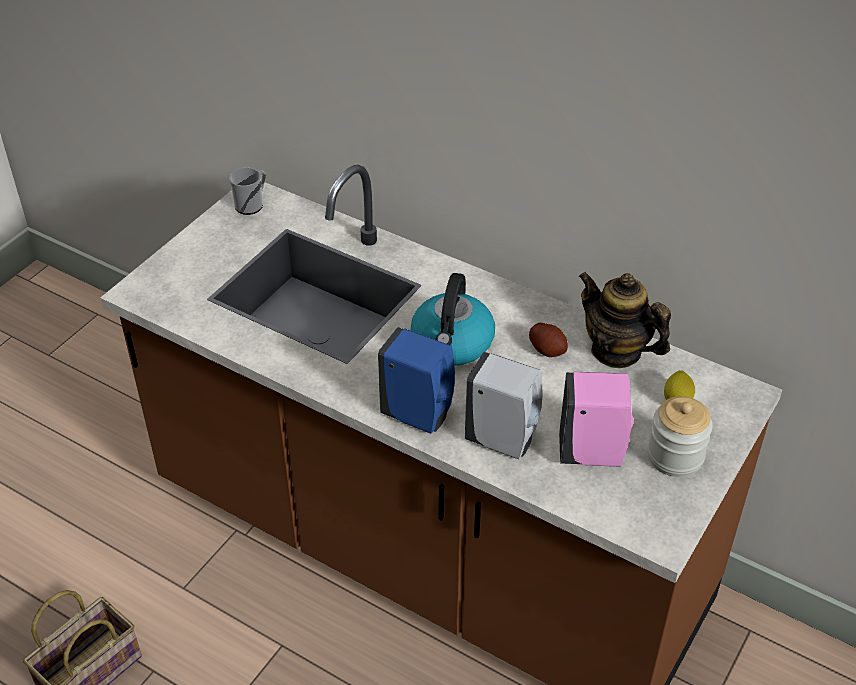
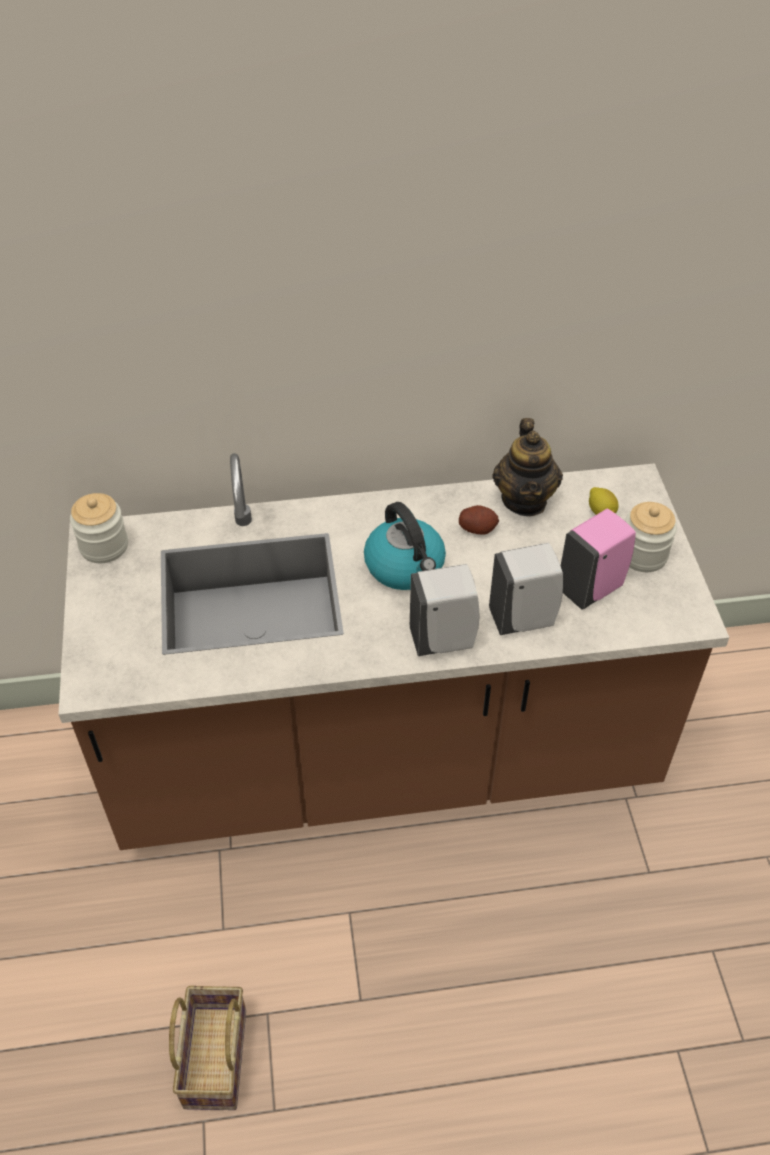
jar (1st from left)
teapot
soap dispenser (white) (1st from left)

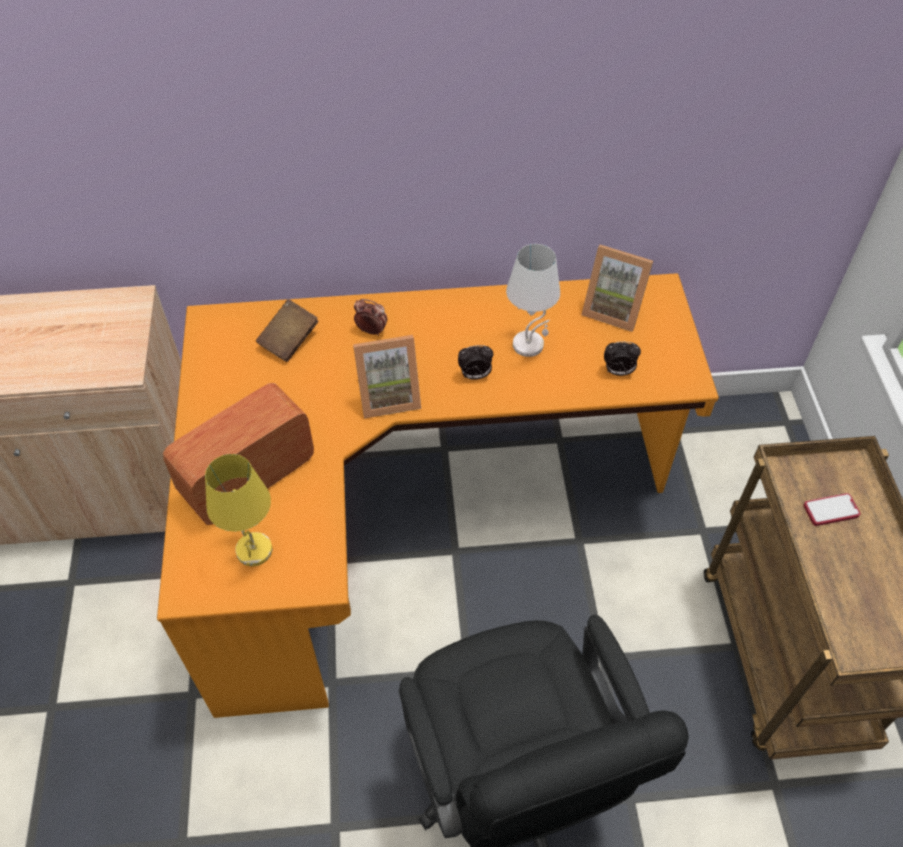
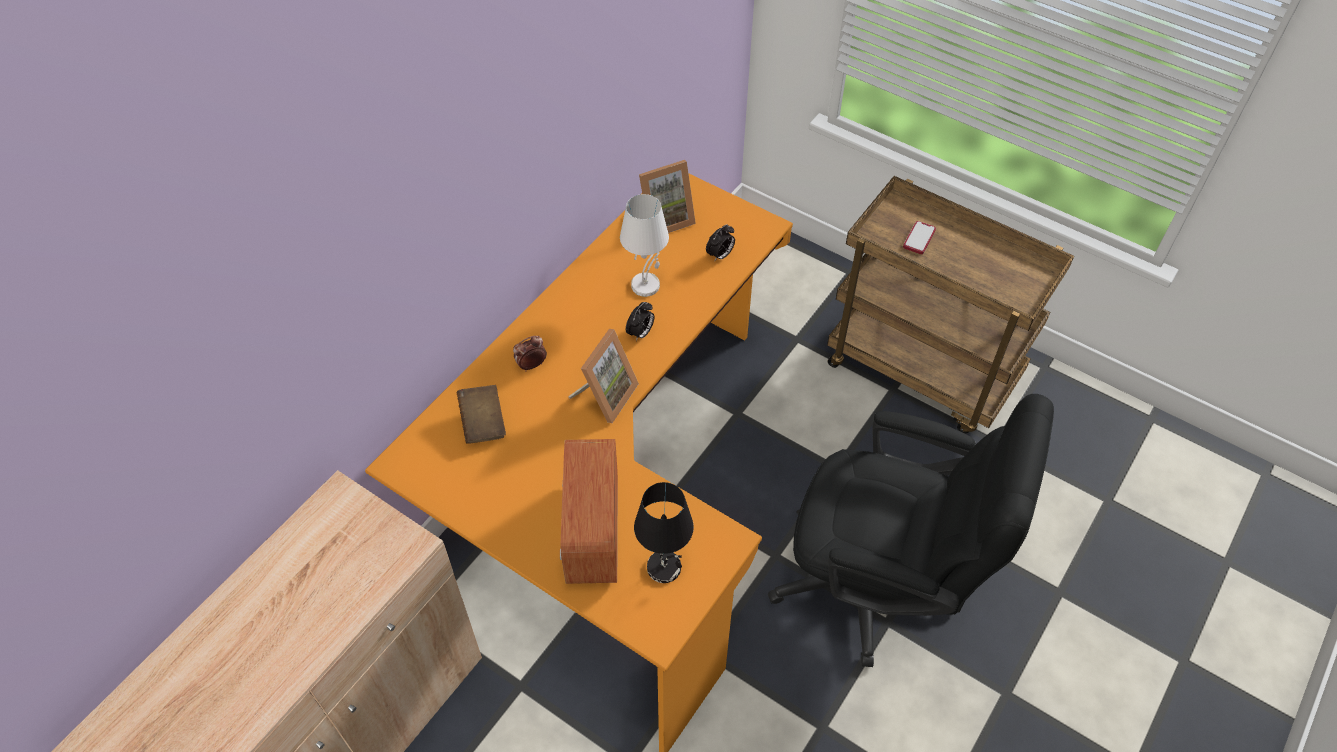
table lamp (black)

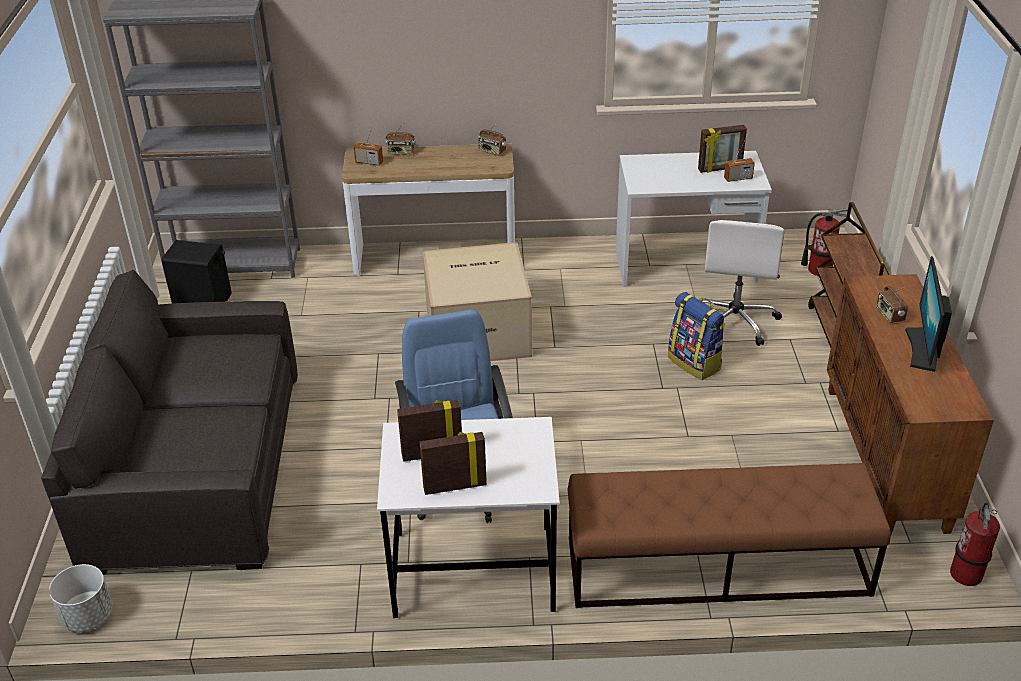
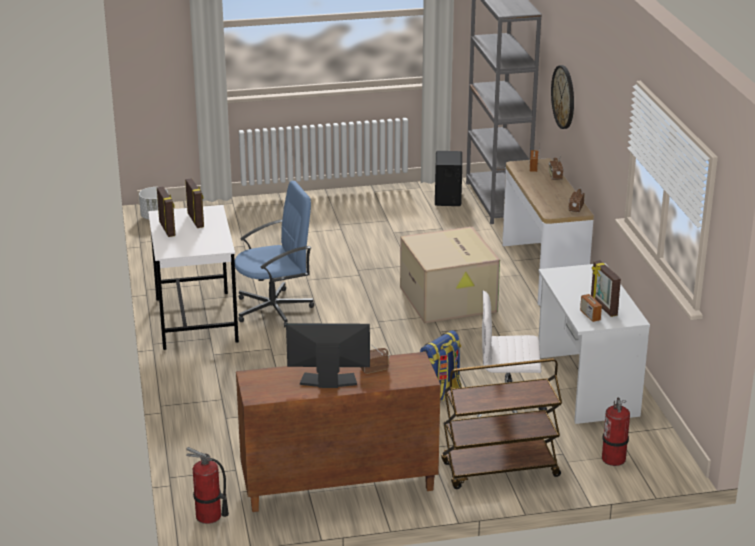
sofa (grey)
bench (brown)
wall clock

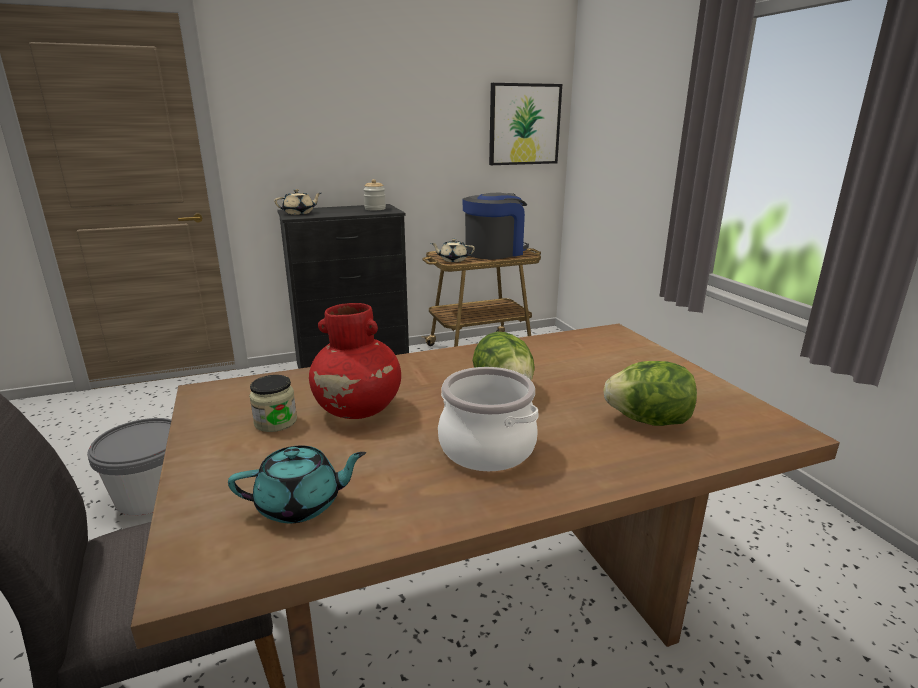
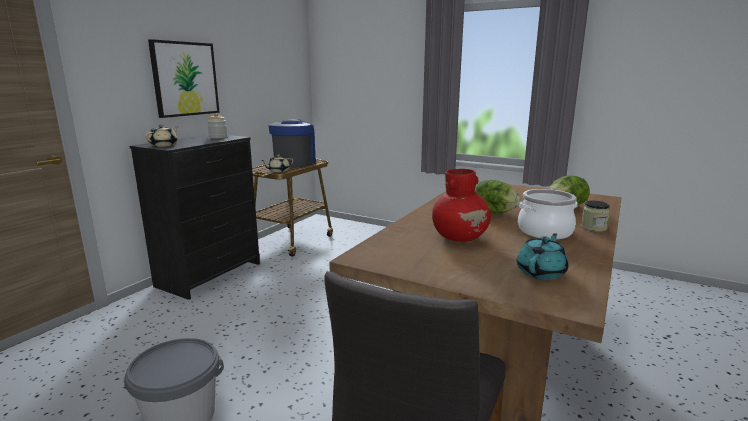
picture
jar (2nd from left)

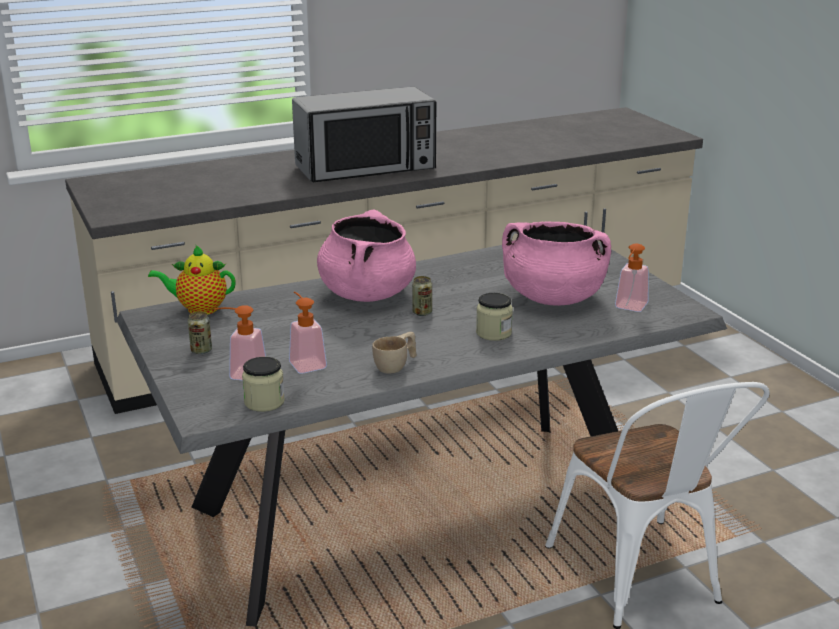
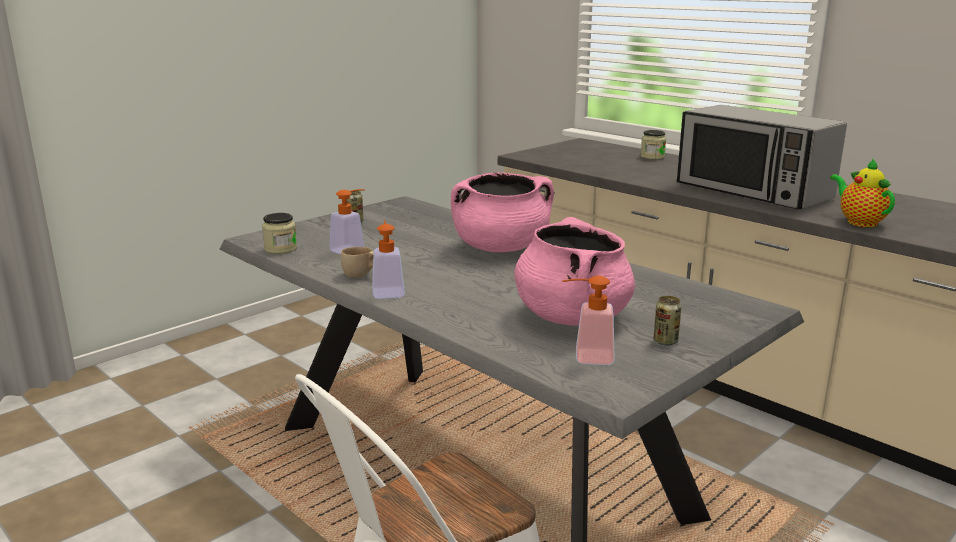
teapot
can (2nd from left)
jar (2nd from left)
soap dispenser (2nd from left)

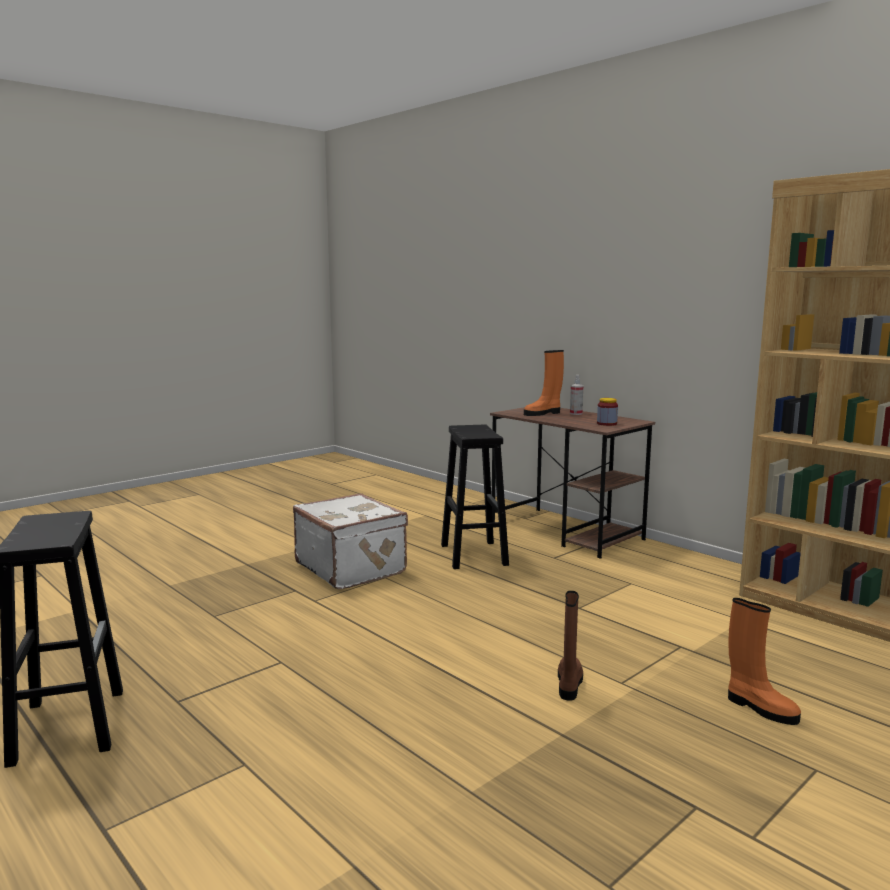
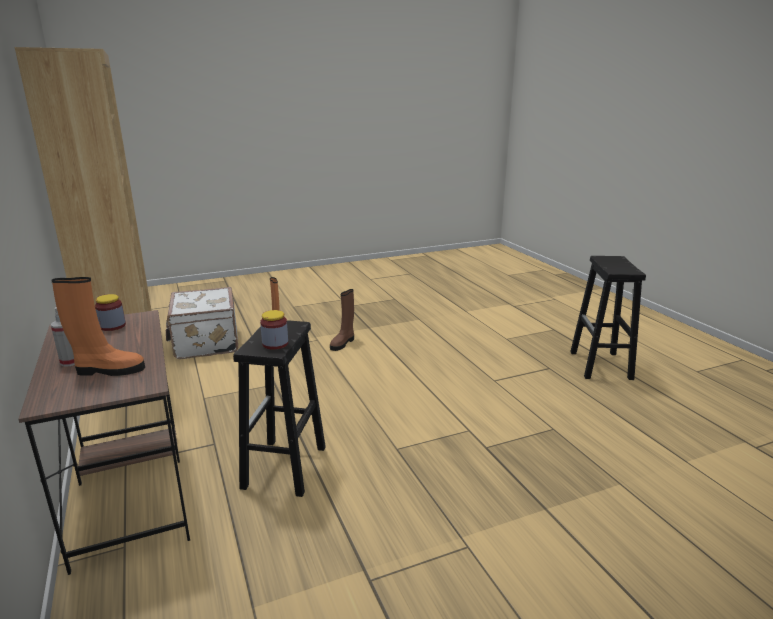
suitcase (white)
jar (2nd from left)

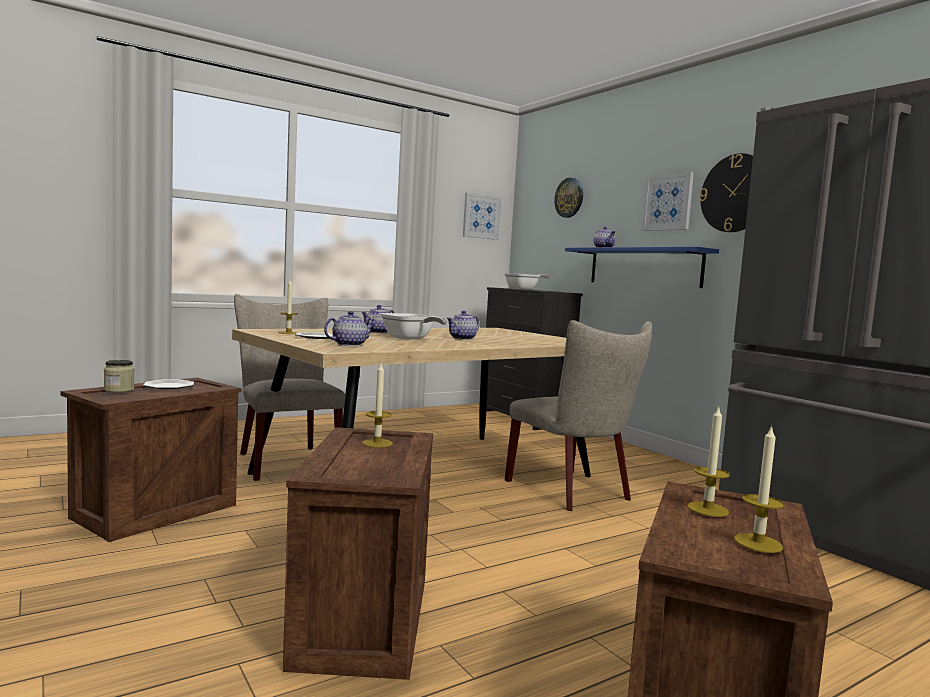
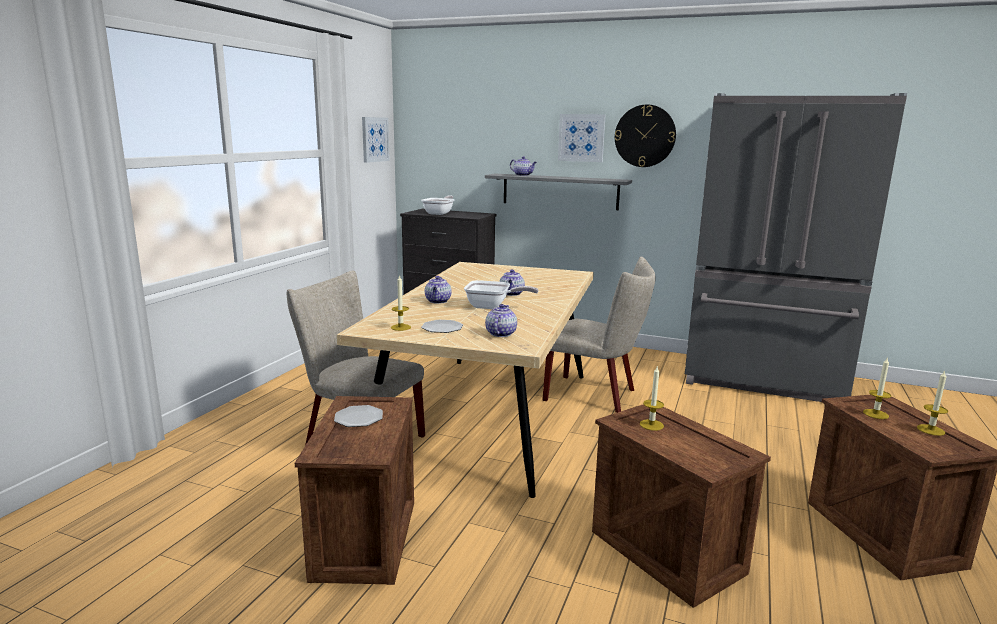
wall clock (1st from left in the first image)
shelf (grey)
jar

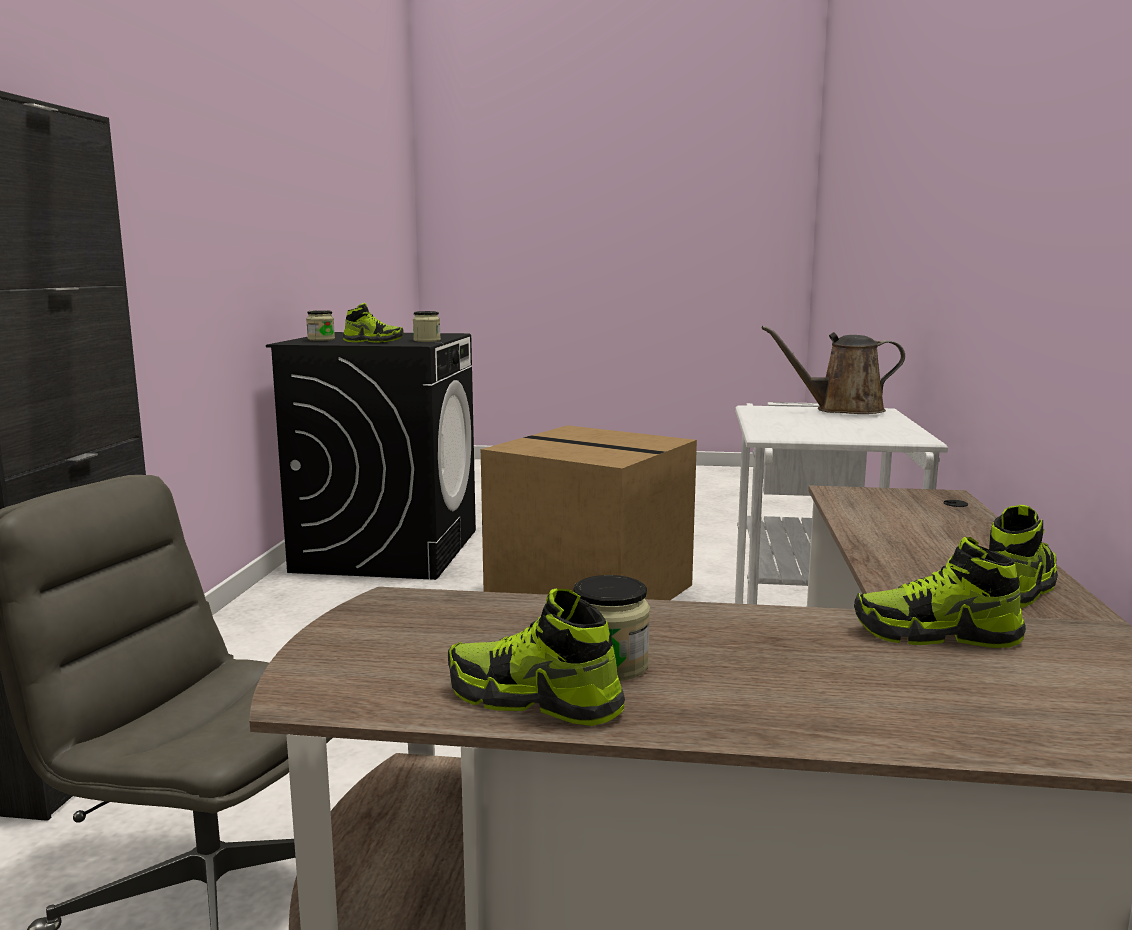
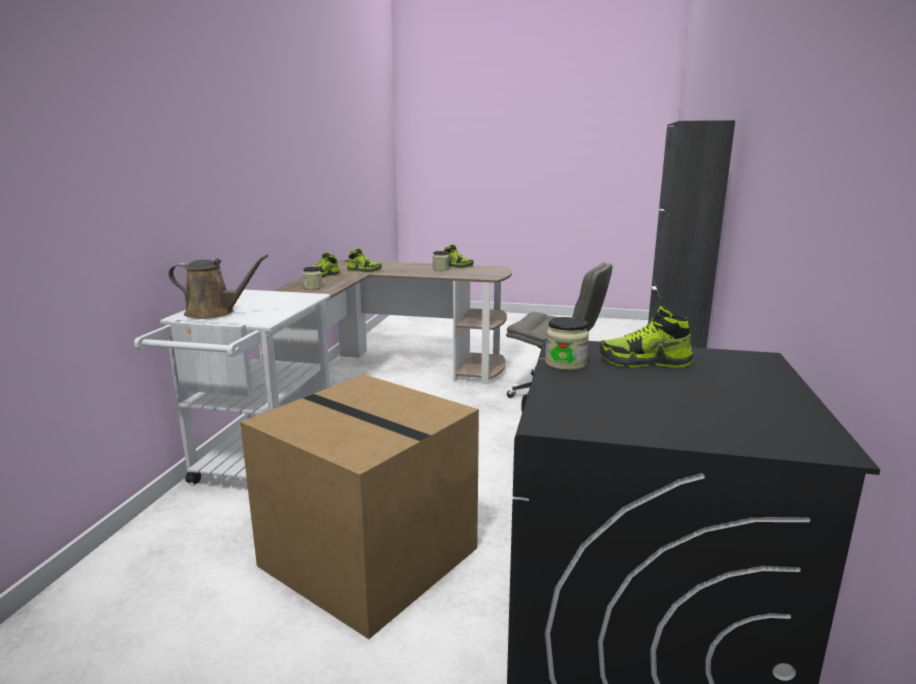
jar (1st from left)

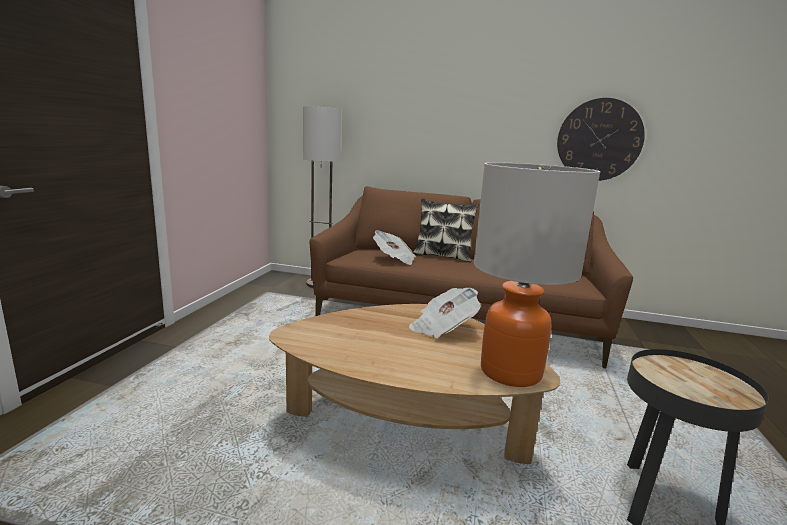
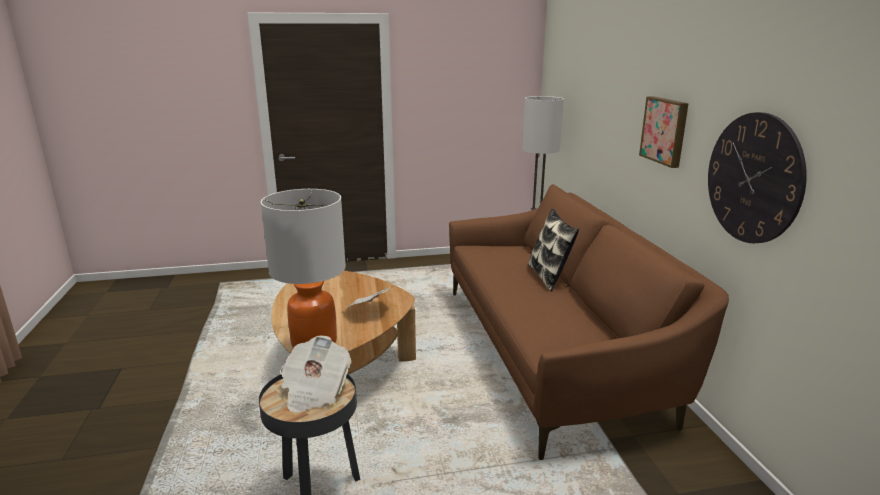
newspaper (1st from left)
picture

